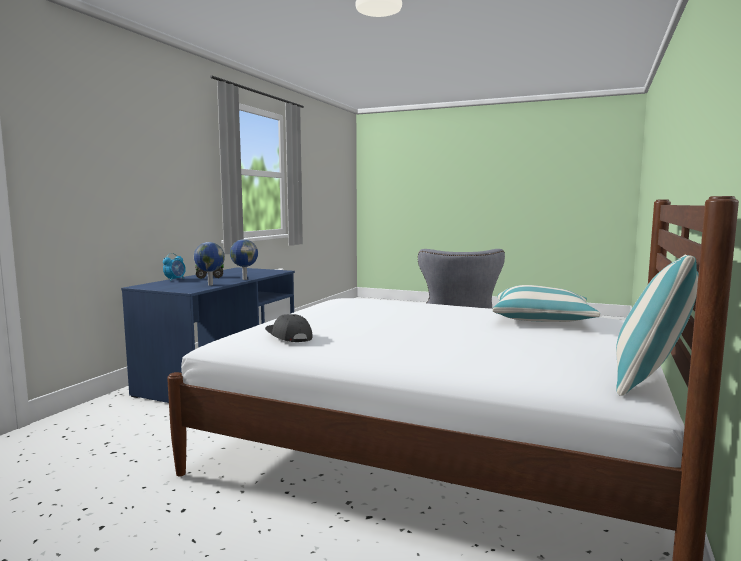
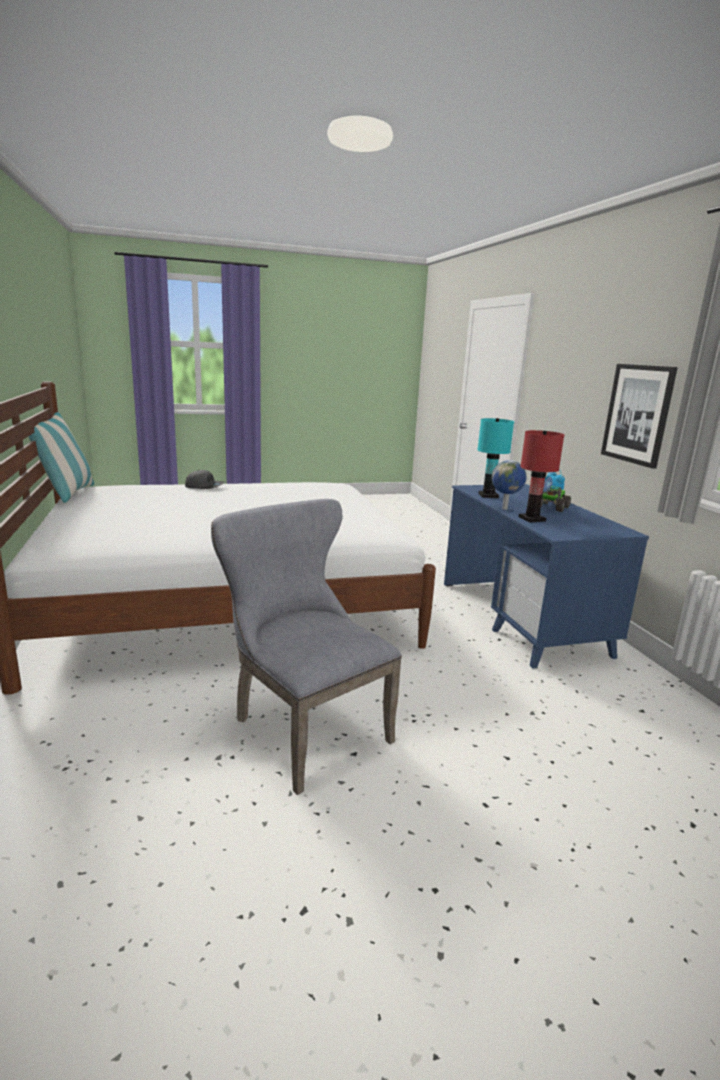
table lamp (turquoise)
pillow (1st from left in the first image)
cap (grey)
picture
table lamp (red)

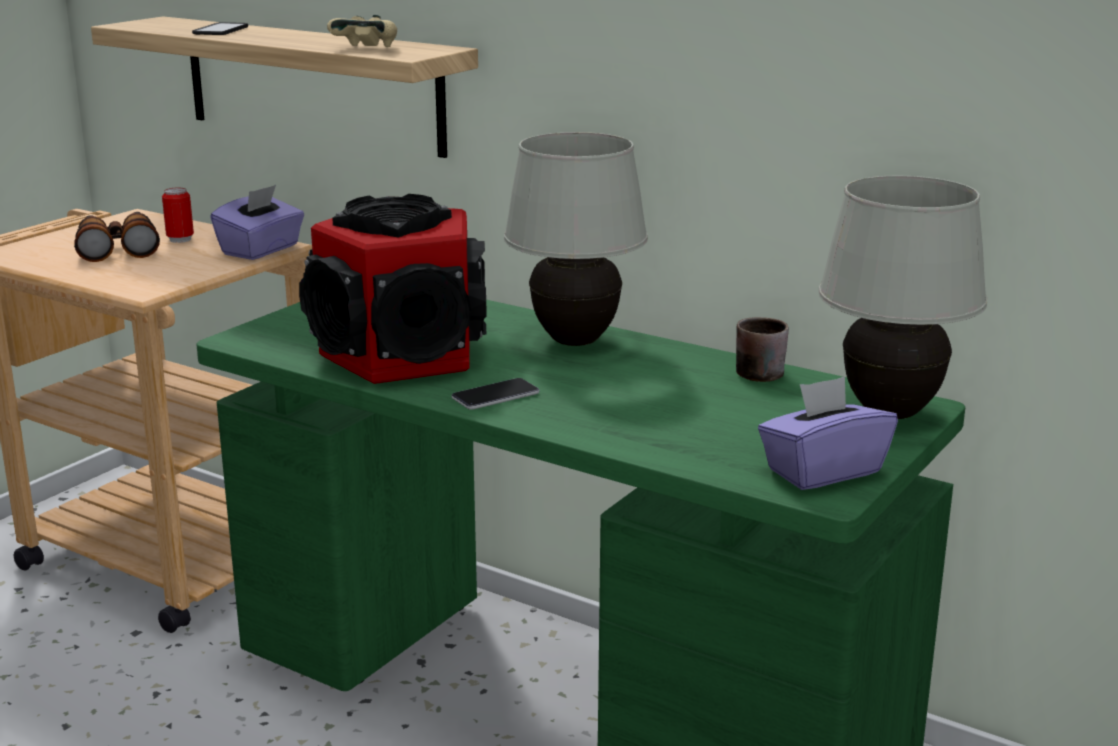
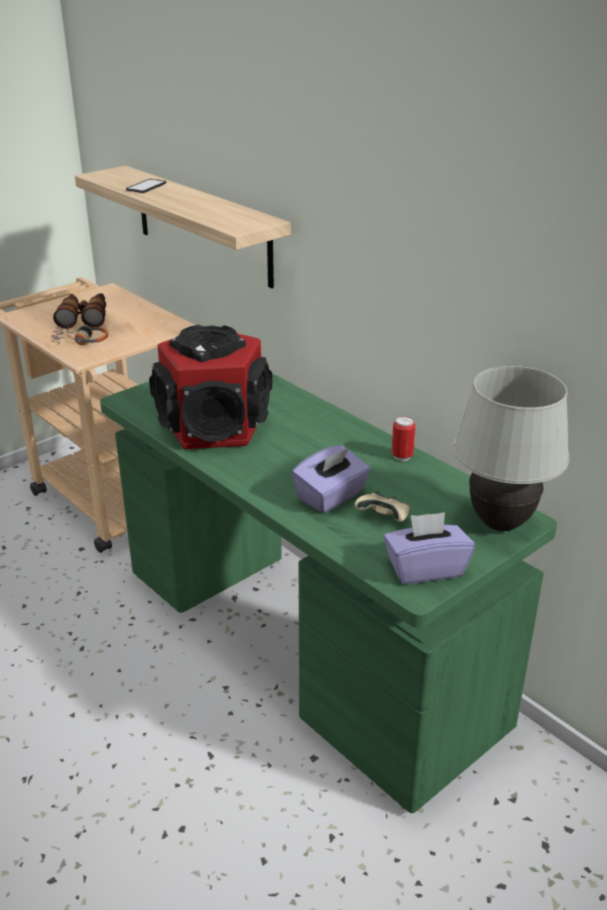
game controller (beige)
table lamp (white) (1st from left in the first image)
tissue box (purple) (1st from left)
can
mug (brown)
phone (2nd from left in the first image)
headphones

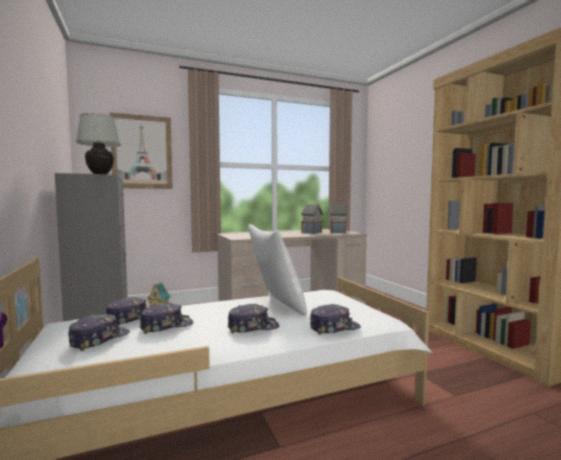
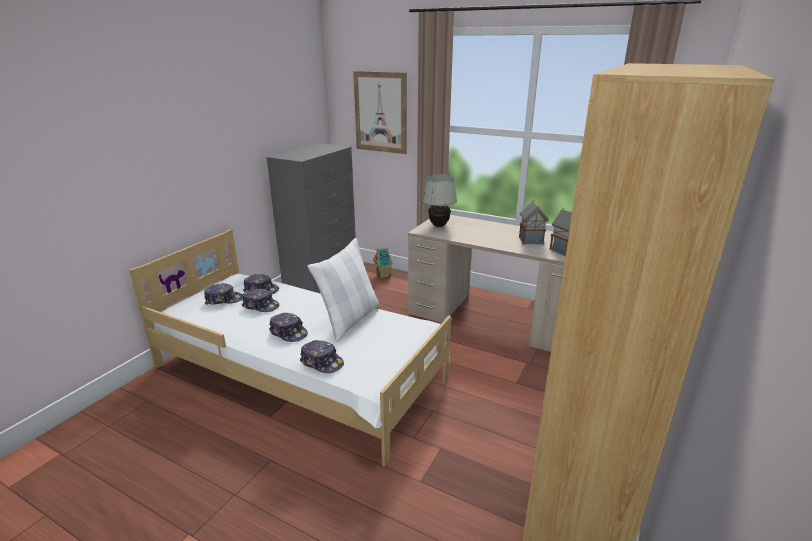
table lamp (white)

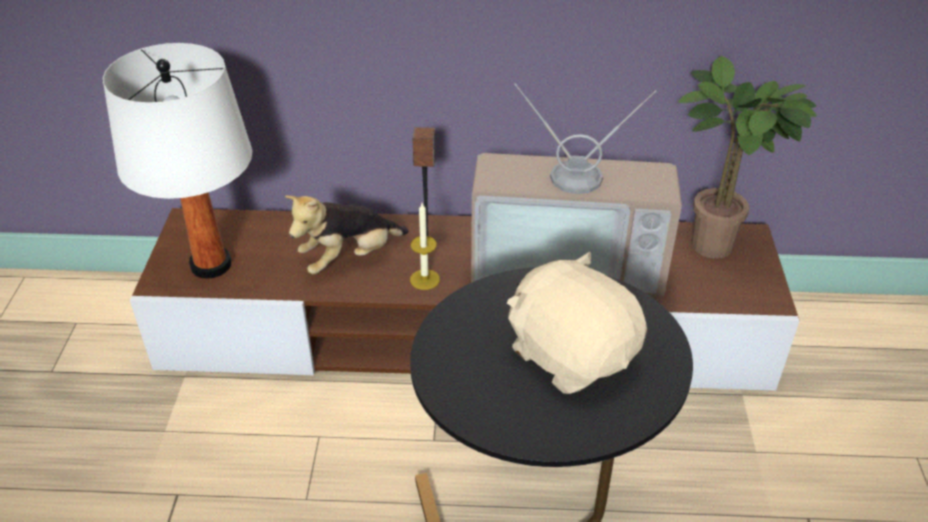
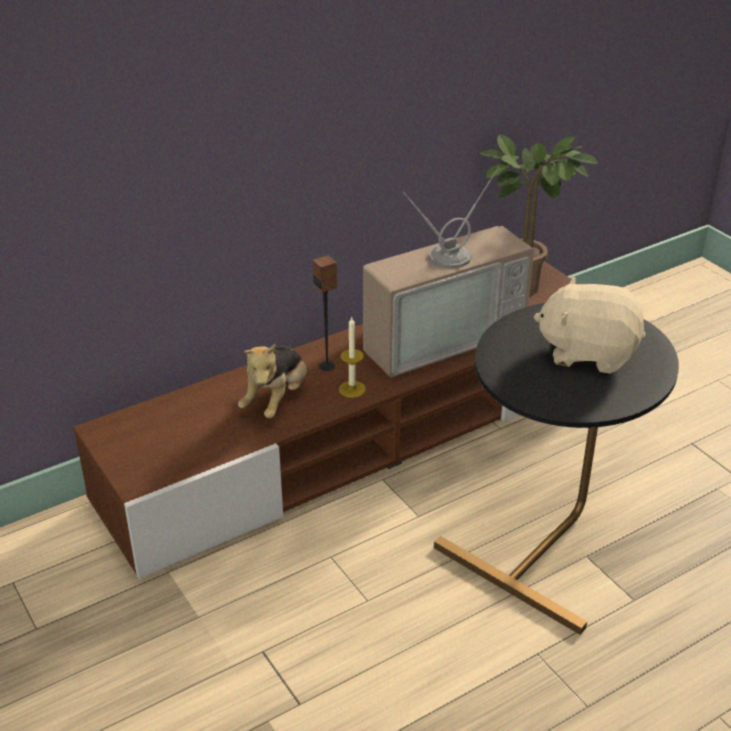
table lamp (white)

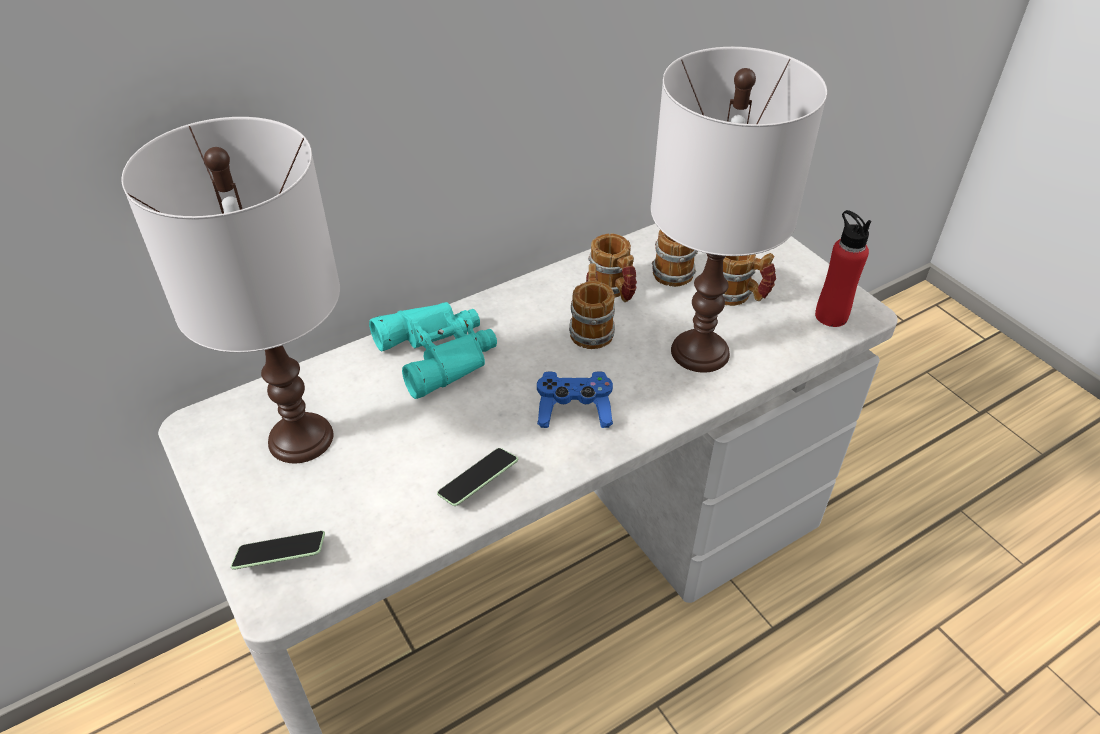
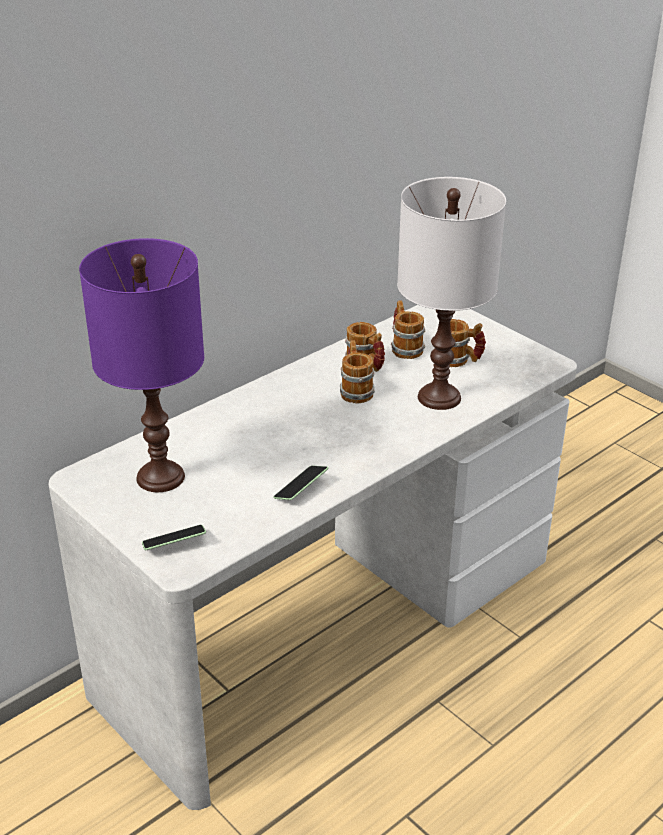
table lamp (purple)
bottle (red)
binoculars (turquoise)
game controller (blue)

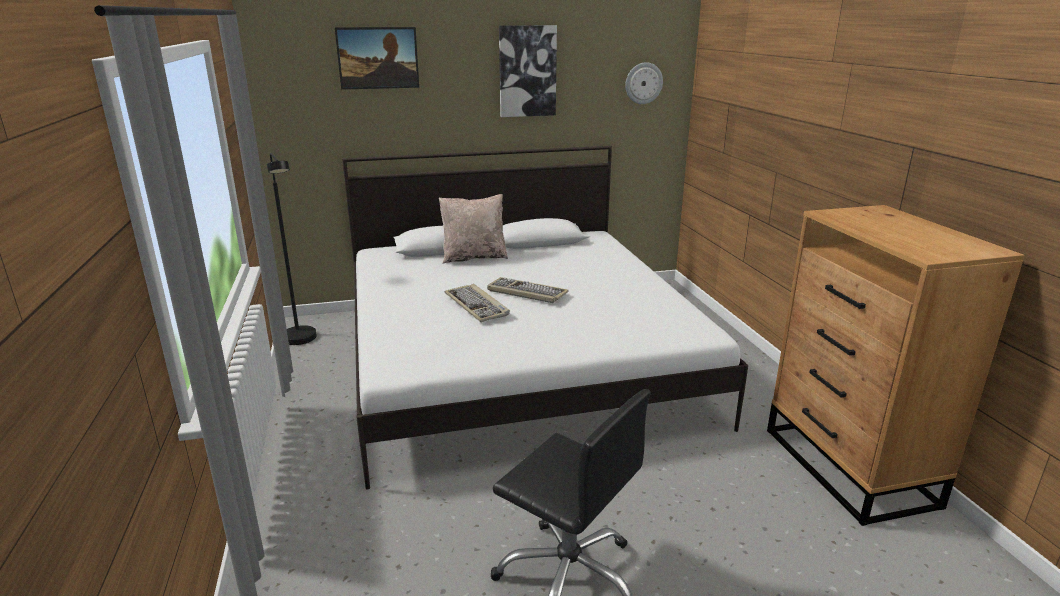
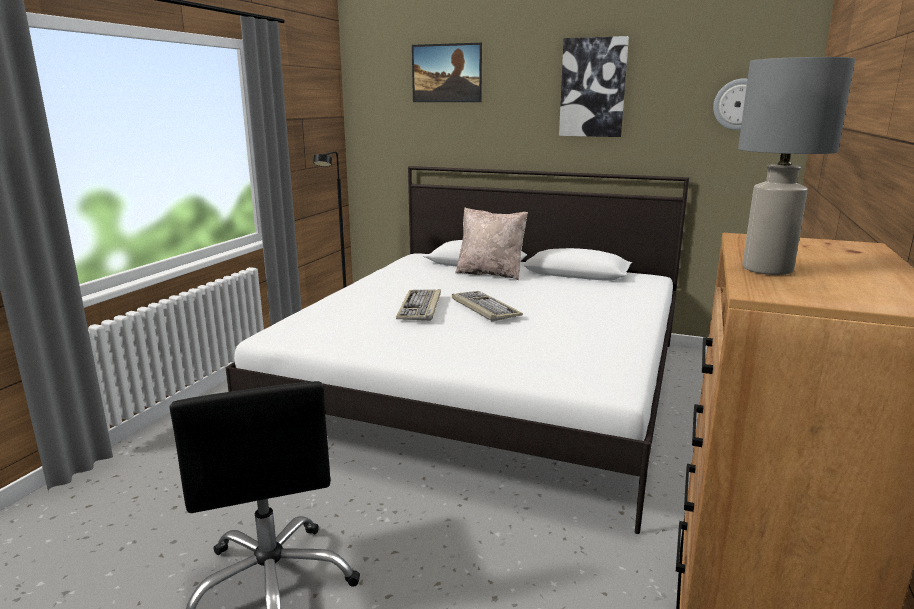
table lamp (grey)

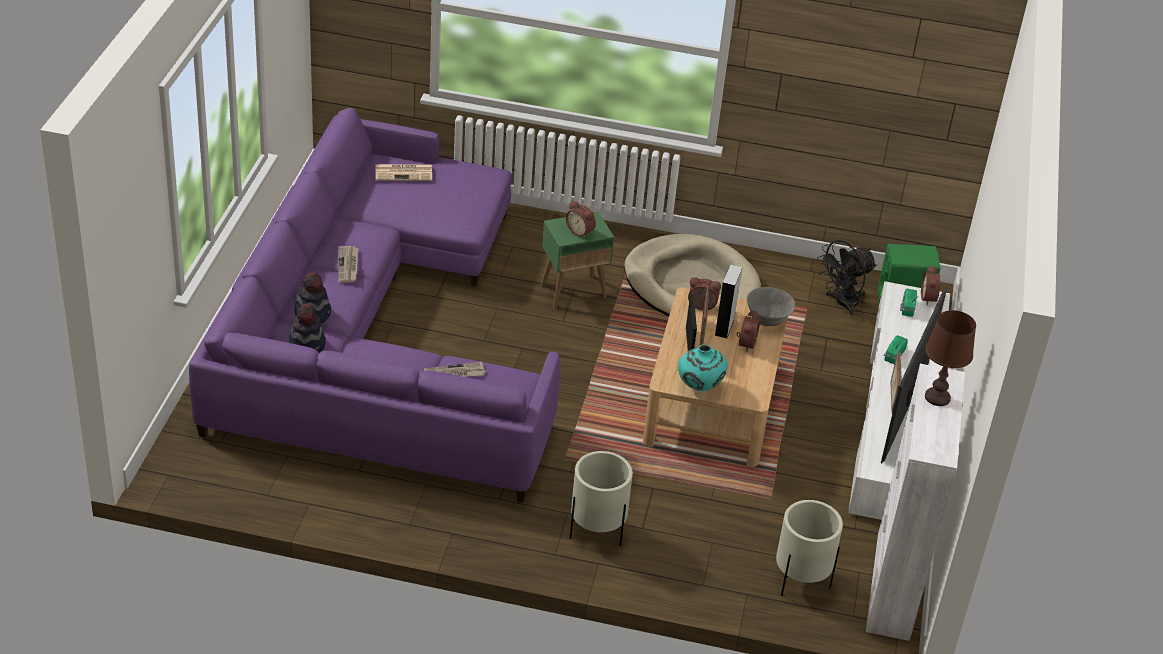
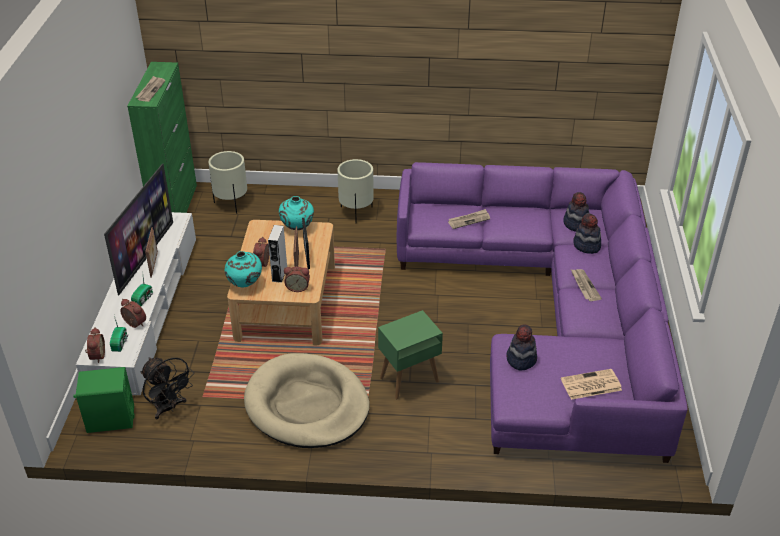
alarm clock (2nd from left)
fan (black)
vase (turquoise) (1st from left)
newspaper (1st from left)
cabinet (green)
hat (1st from left)

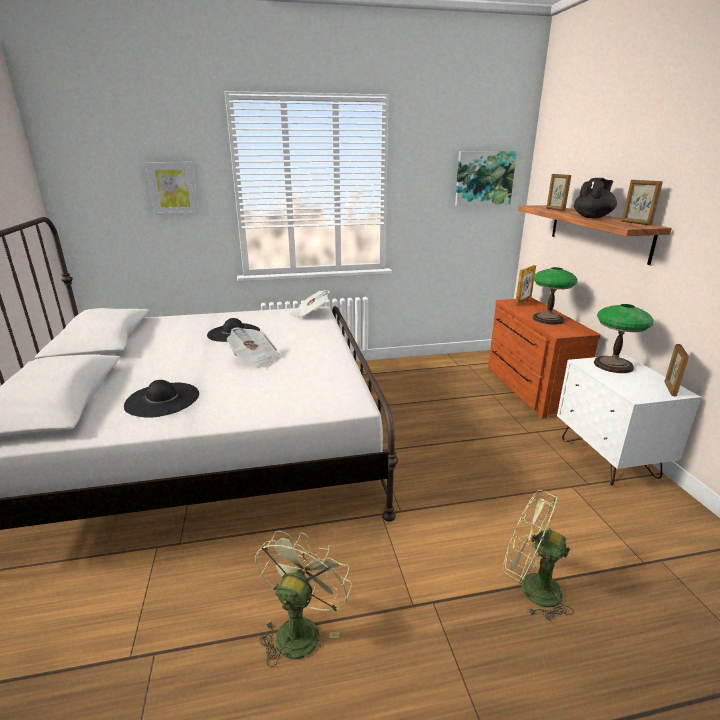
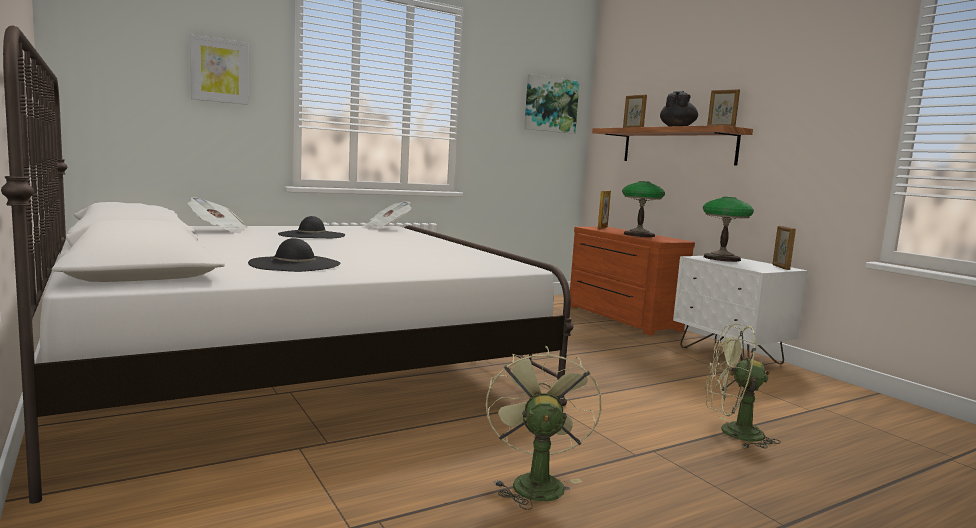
newspaper (1st from left)

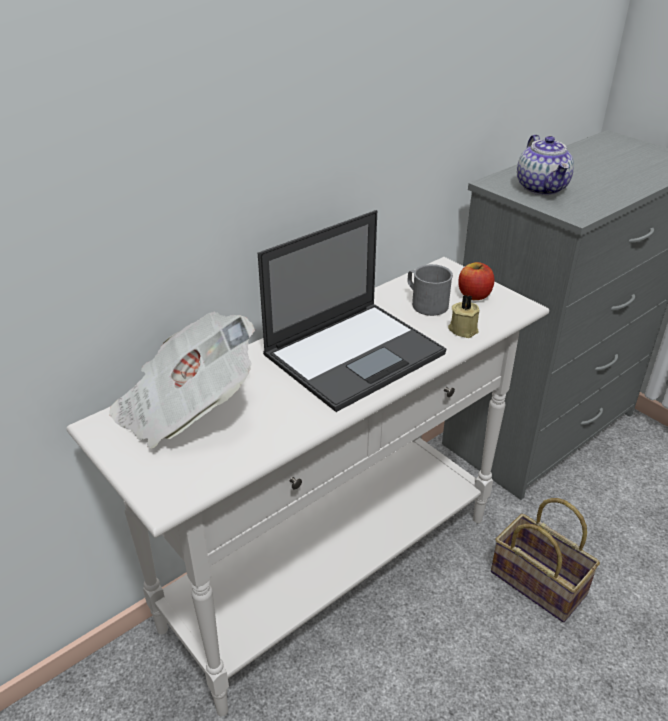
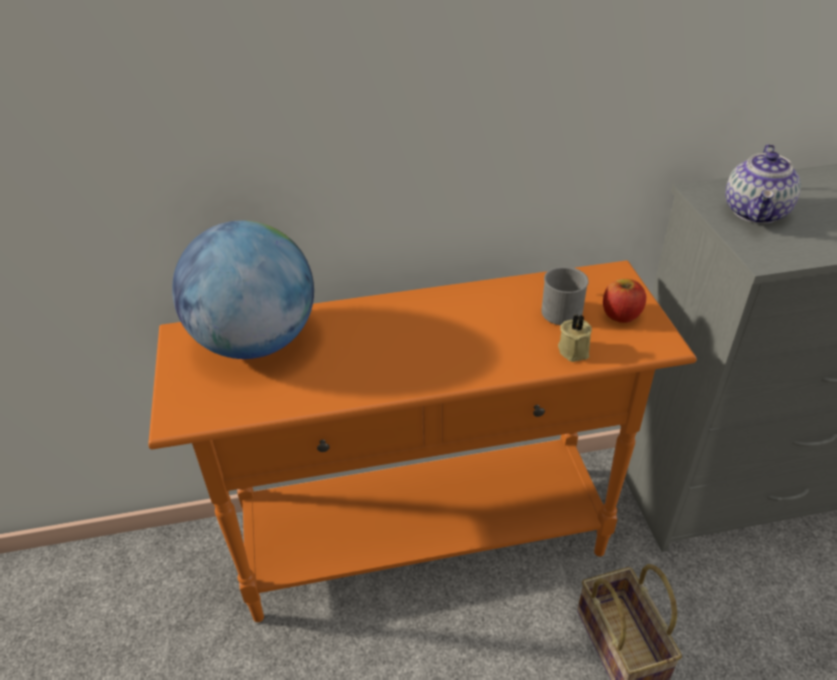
laptop
console table (orange)
globe

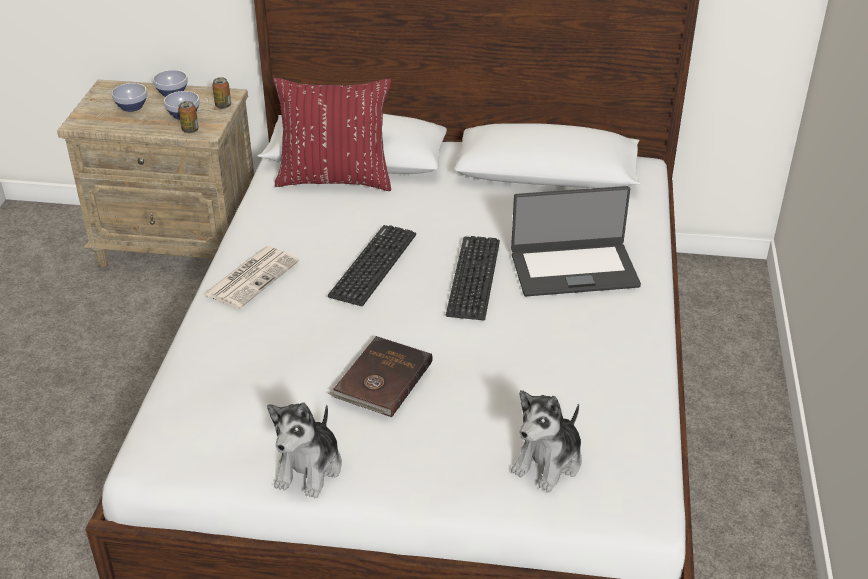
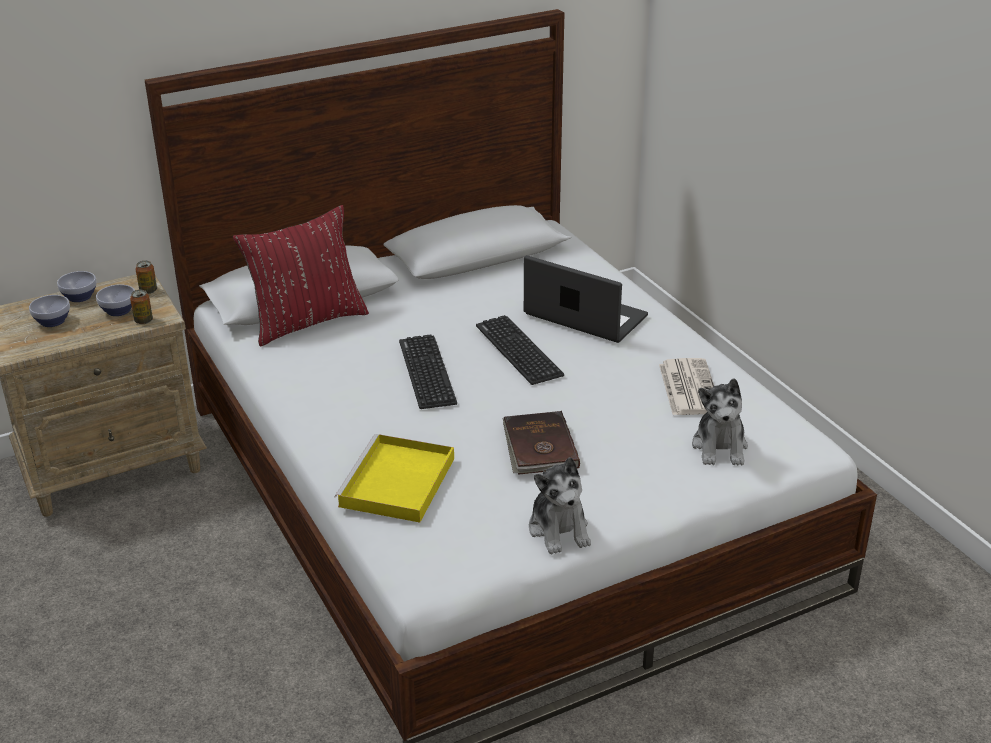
laptop
newspaper
tray (yellow)

